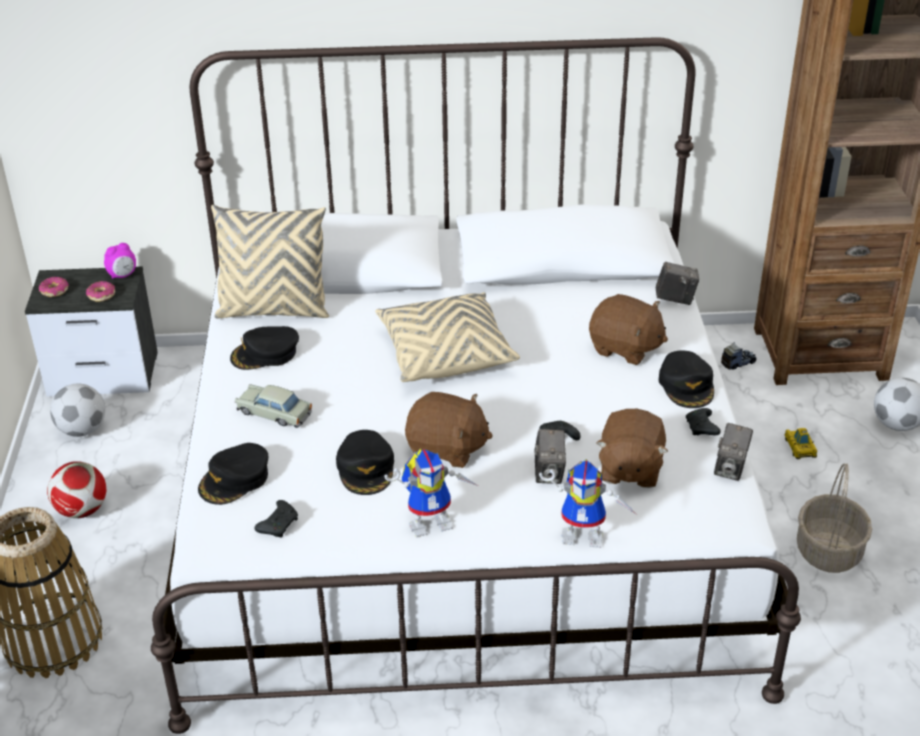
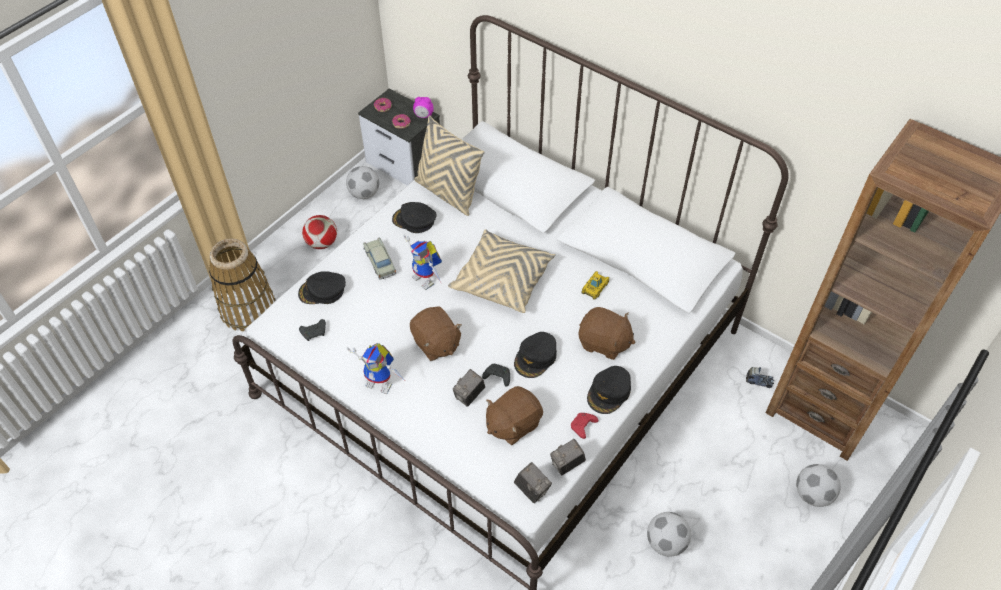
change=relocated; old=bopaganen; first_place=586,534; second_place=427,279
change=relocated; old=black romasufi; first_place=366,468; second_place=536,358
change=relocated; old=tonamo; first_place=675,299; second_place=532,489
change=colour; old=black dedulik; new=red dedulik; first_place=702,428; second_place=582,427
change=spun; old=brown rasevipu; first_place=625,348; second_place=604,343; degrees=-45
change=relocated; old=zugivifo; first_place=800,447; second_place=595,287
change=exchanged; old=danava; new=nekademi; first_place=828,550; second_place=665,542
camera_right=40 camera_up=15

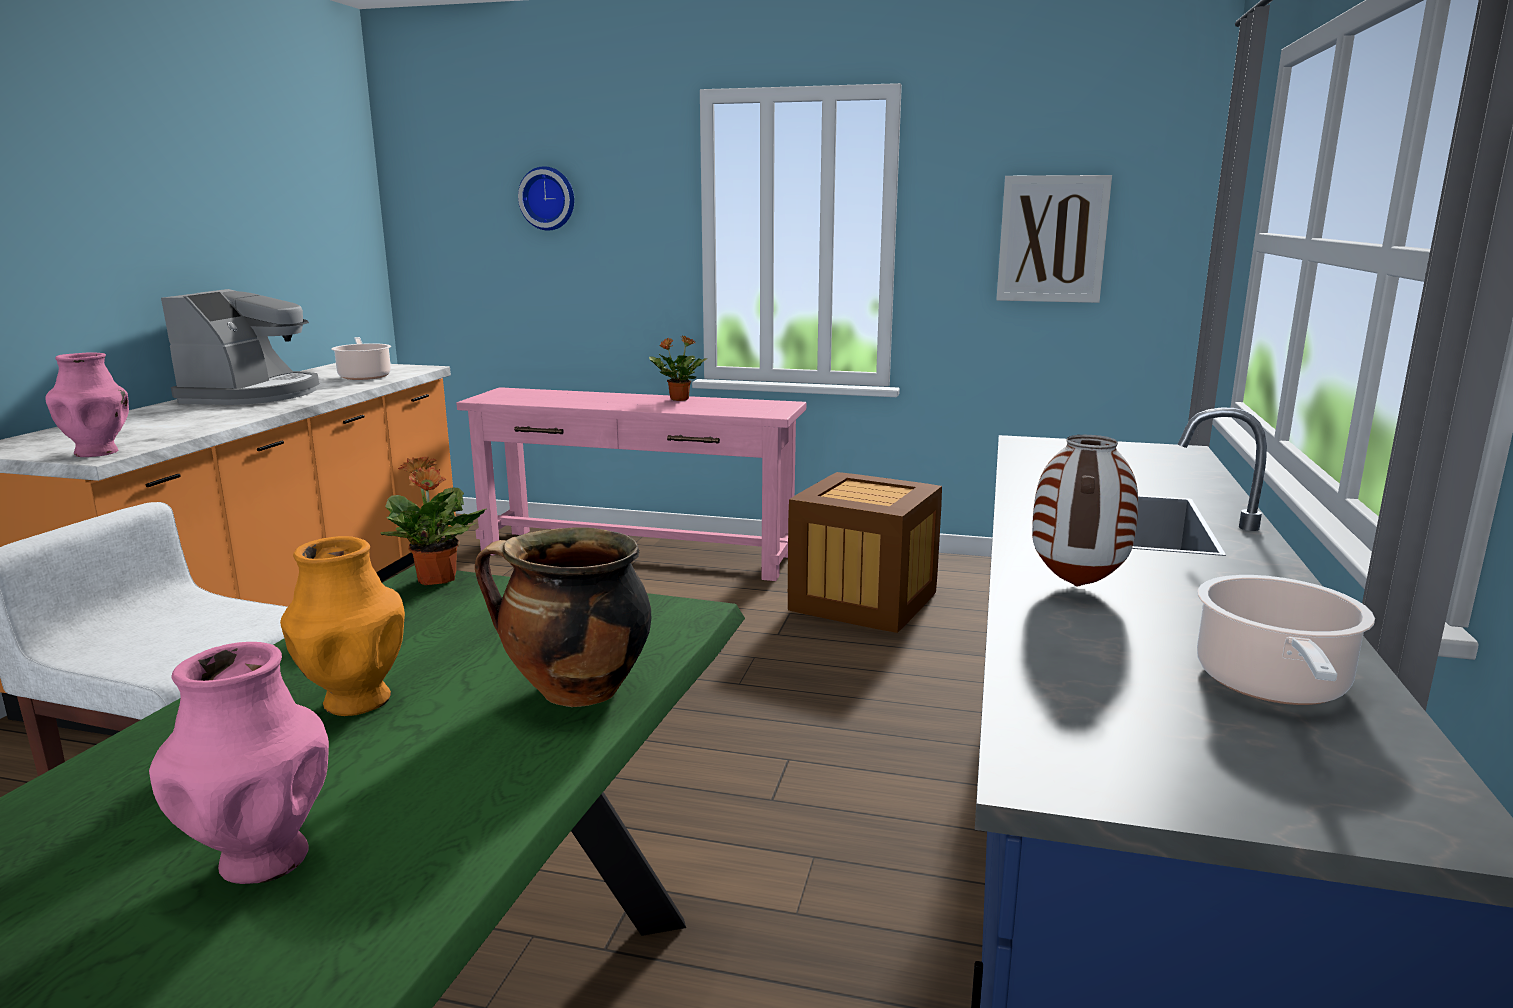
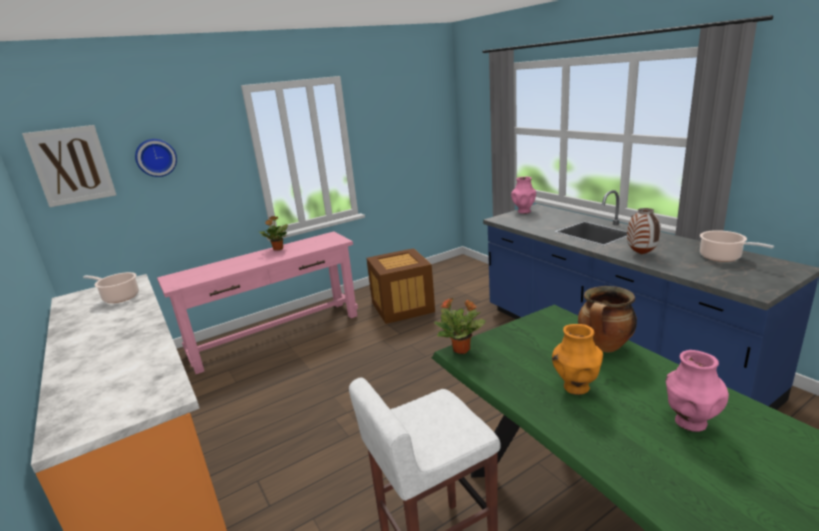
change=relocated; old=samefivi; first_place=1052,239; second_place=72,165
change=relocated; old=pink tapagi; first_place=98,452; second_place=524,211
change=missing; old=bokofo; first_place=253,395
camera_right=-45 camera_up=5

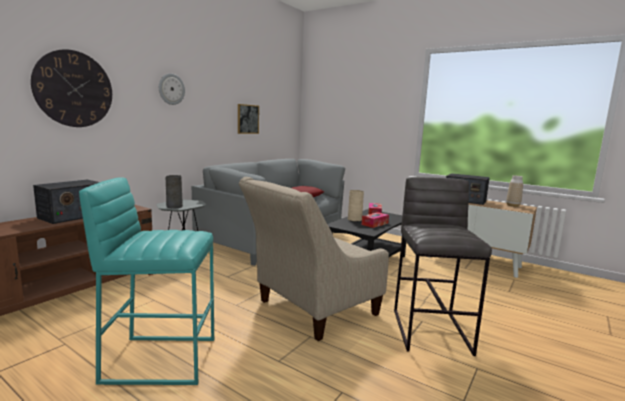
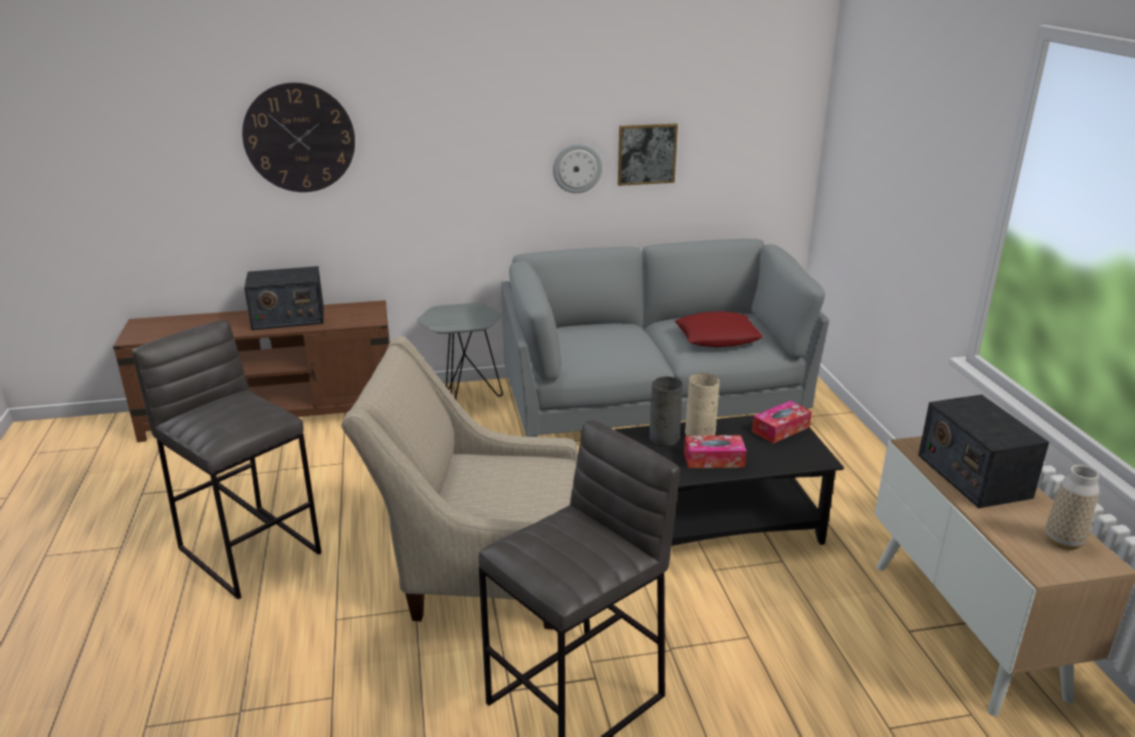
change=colour; old=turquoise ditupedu; new=grey ditupedu; first_place=160,359; second_place=250,549
change=relocated; old=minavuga; first_place=171,89; second_place=577,168
change=relocated; old=grey tapagi; first_place=174,206; second_place=664,438
camera_right=45 camera_up=15

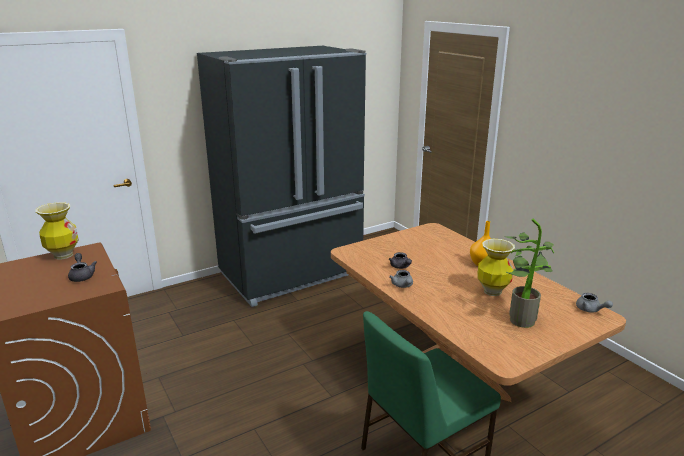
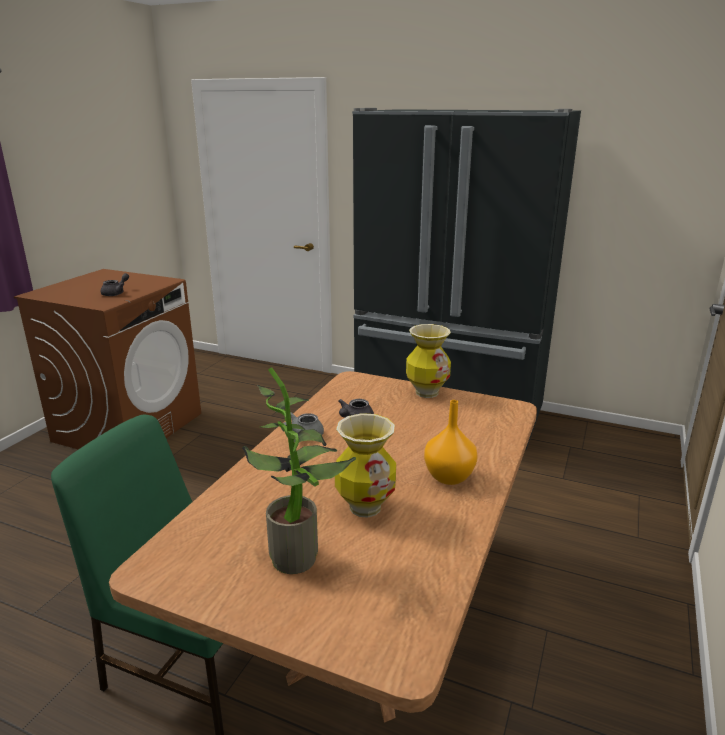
change=relocated; old=tapagi; first_place=63,255; second_place=426,392
change=missing; old=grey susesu; first_place=590,310
camera_right=55 camera_up=0

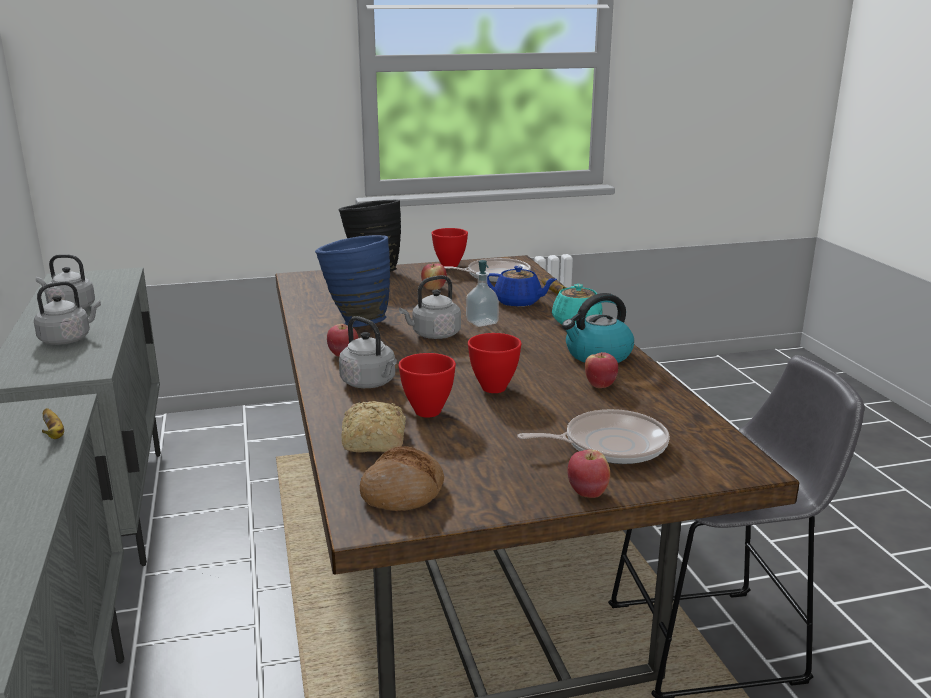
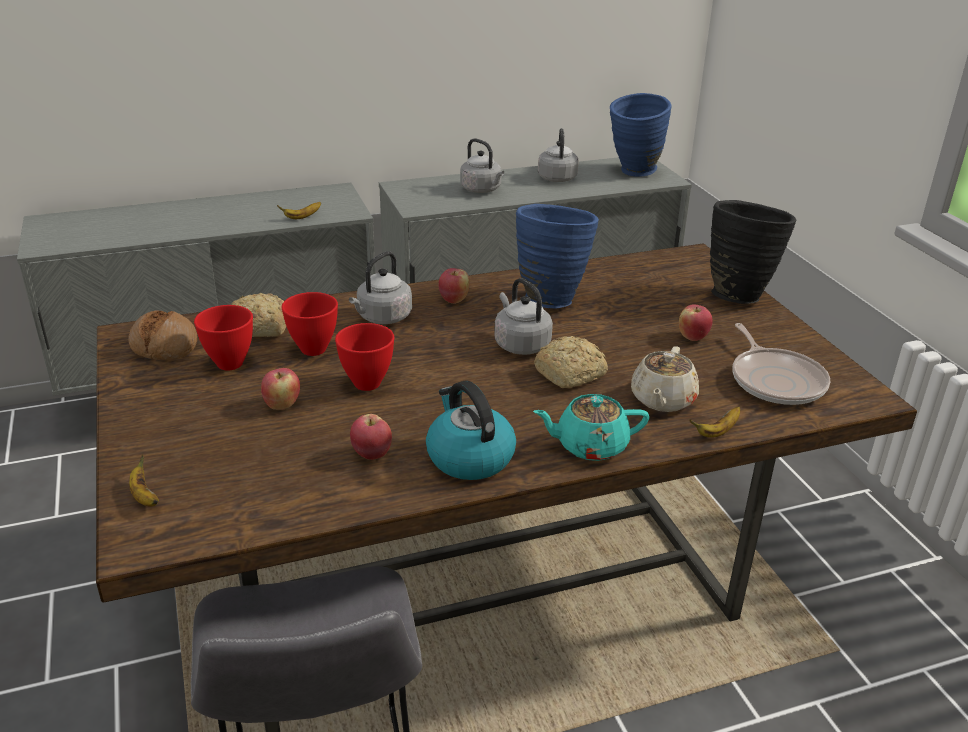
change=appeared; new=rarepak; second_place=144,496
change=relocated; old=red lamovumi; first_place=449,265; second_place=229,363
change=relocated; old=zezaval; first_place=587,492; second_place=282,405
change=exchanged; old=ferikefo; new=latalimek; first_place=482,322; second_place=571,373
change=appeared; new=blue tapagi; second_place=633,173
change=colour; old=blue susesu; new=beige susesu; first_place=518,302; second_place=662,400
change=missing; old=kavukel; first_place=609,445
camera_right=85 camera_up=10

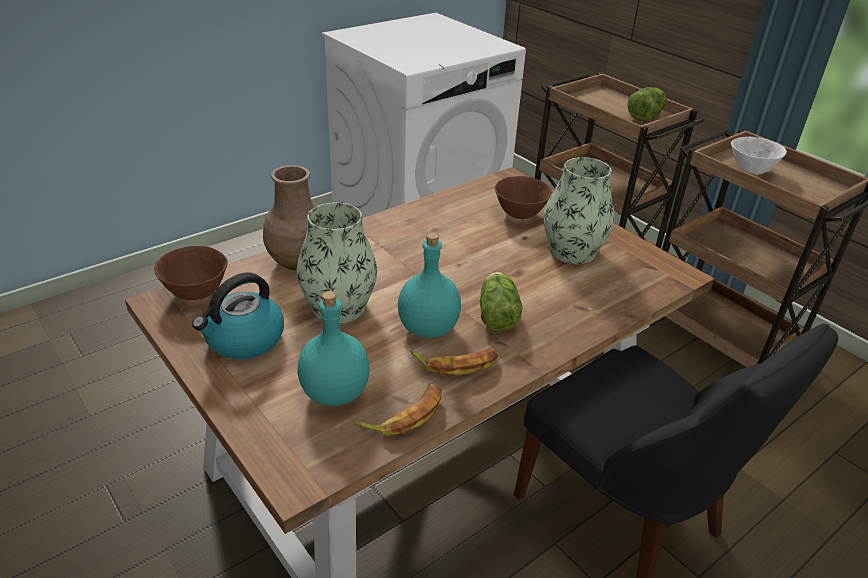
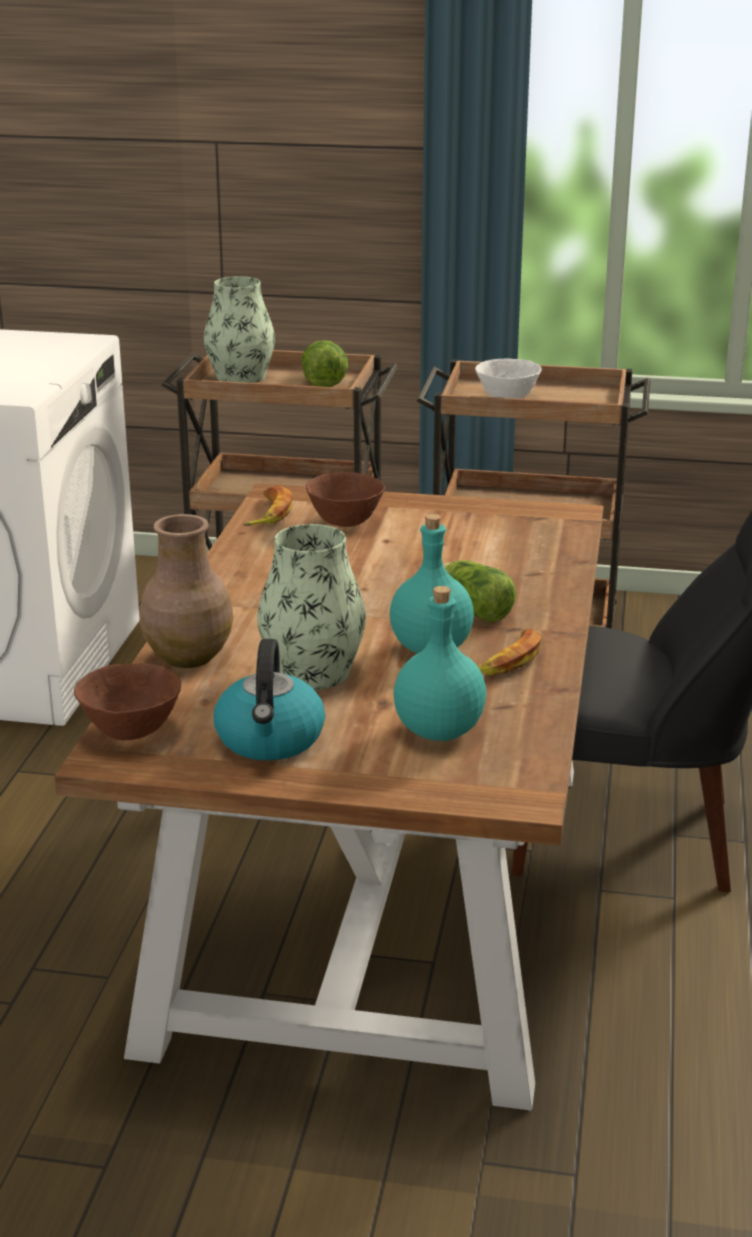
change=relocated; old=tapagi; first_place=572,251; second_place=241,377
change=relocated; old=rarepak; first_place=405,415; second_place=267,514
camera_right=-40 camera_up=-10

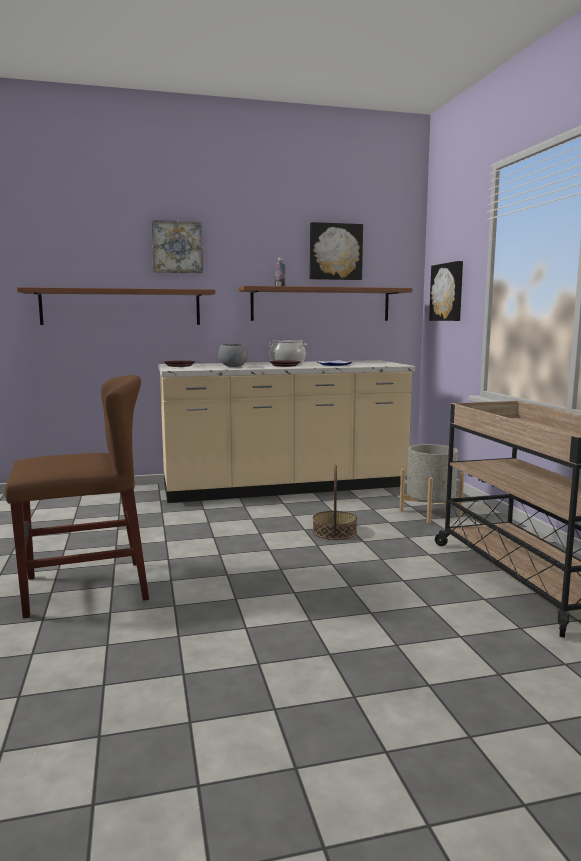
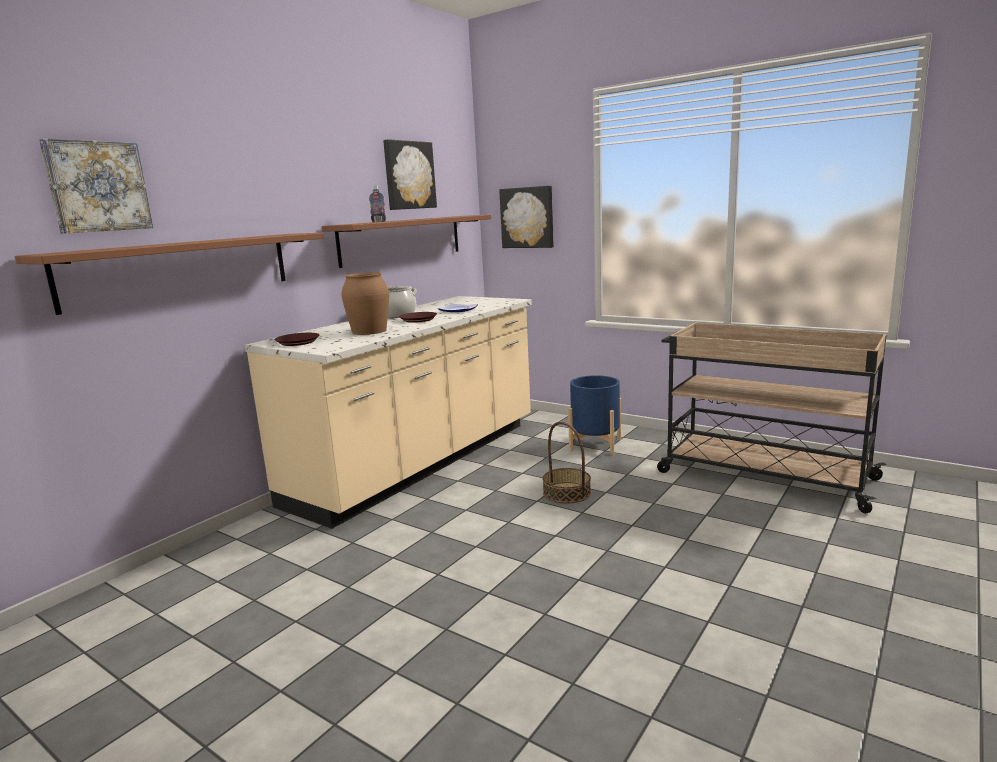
change=relocated; old=samefivi; first_place=177,247; second_place=97,186
change=exchanged; old=grey lamovumi; new=brown tapagi; first_place=233,366; second_place=369,331
change=colour; old=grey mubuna; new=blue mubuna; first_place=430,513; second_place=595,445
change=missing; old=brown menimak; first_place=85,588
camera_right=-40 camera_up=5

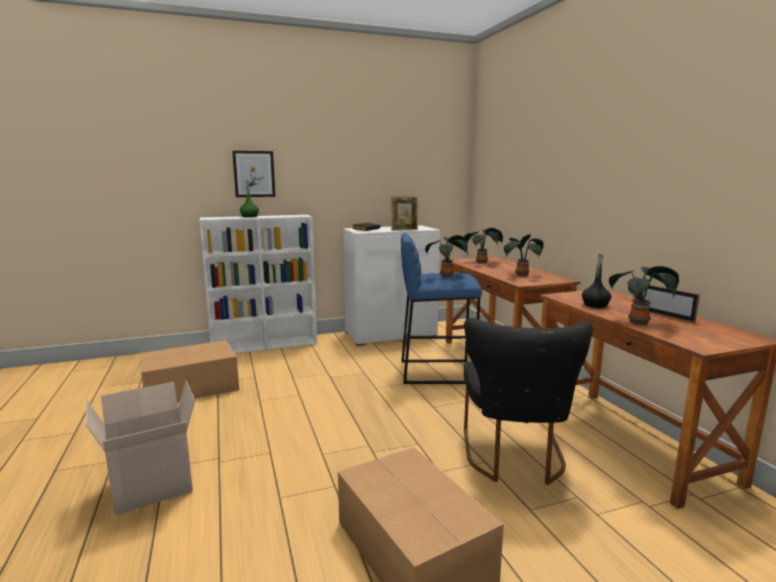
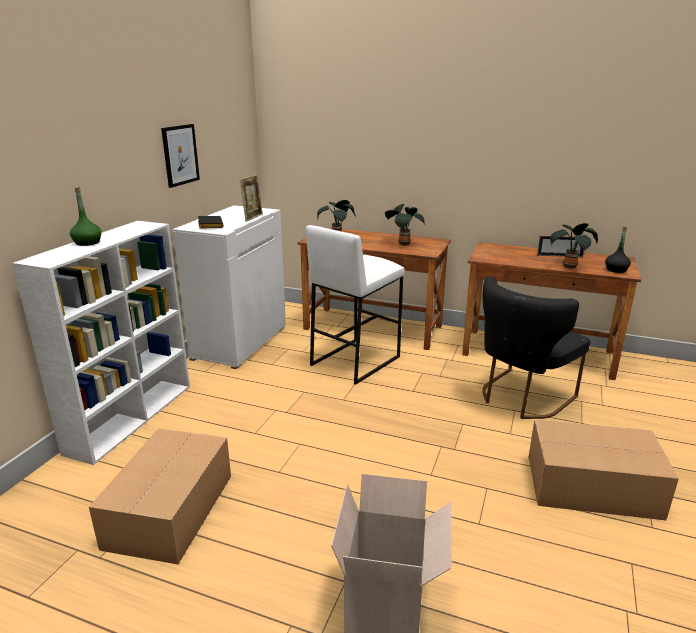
change=relocated; old=samefivi; first_place=254,174; second_place=180,155
change=colour; old=blue ditupedu; new=white ditupedu; first_place=436,371; second_place=354,360
change=spun; old=black menimak; first_place=514,458; second_place=521,398; degrees=90
change=relocated; old=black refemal; first_place=595,305; second_place=616,270
change=missing; old=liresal; first_place=447,276
camera_right=-50 camera_up=10

